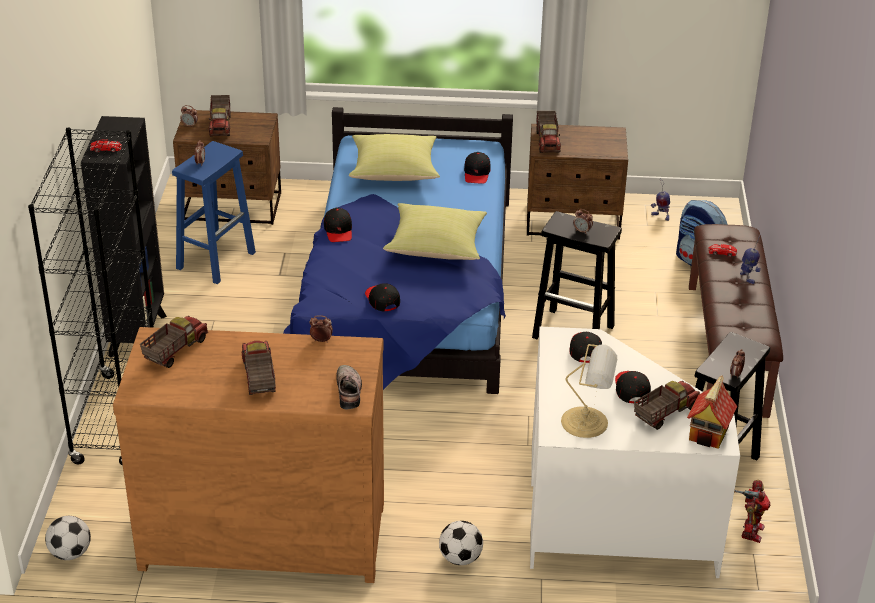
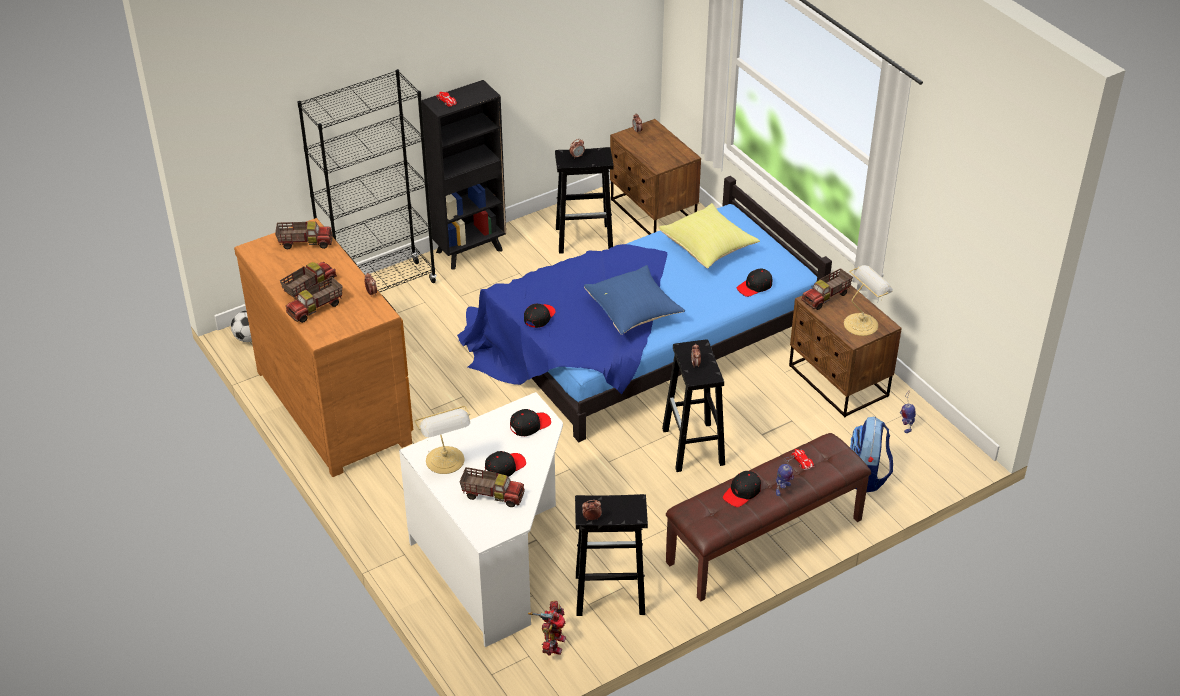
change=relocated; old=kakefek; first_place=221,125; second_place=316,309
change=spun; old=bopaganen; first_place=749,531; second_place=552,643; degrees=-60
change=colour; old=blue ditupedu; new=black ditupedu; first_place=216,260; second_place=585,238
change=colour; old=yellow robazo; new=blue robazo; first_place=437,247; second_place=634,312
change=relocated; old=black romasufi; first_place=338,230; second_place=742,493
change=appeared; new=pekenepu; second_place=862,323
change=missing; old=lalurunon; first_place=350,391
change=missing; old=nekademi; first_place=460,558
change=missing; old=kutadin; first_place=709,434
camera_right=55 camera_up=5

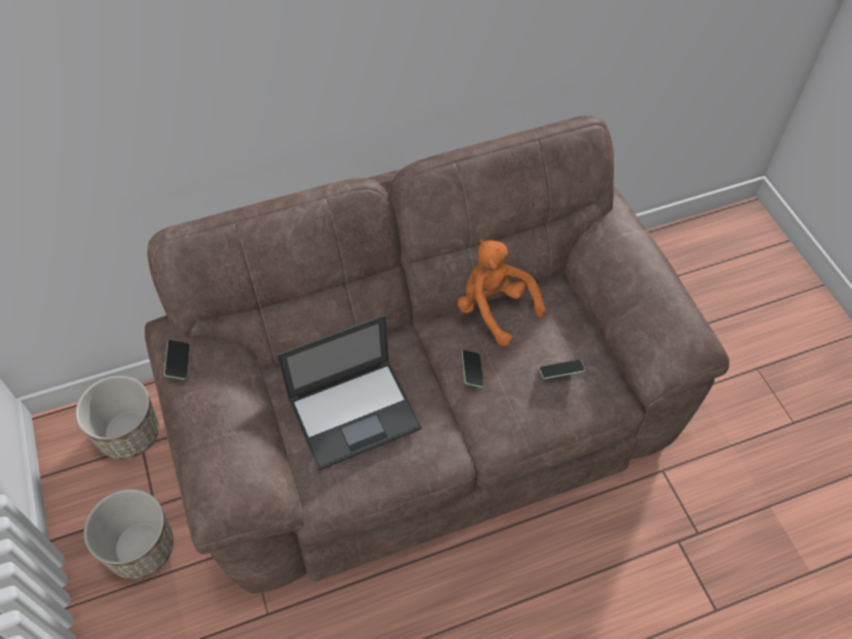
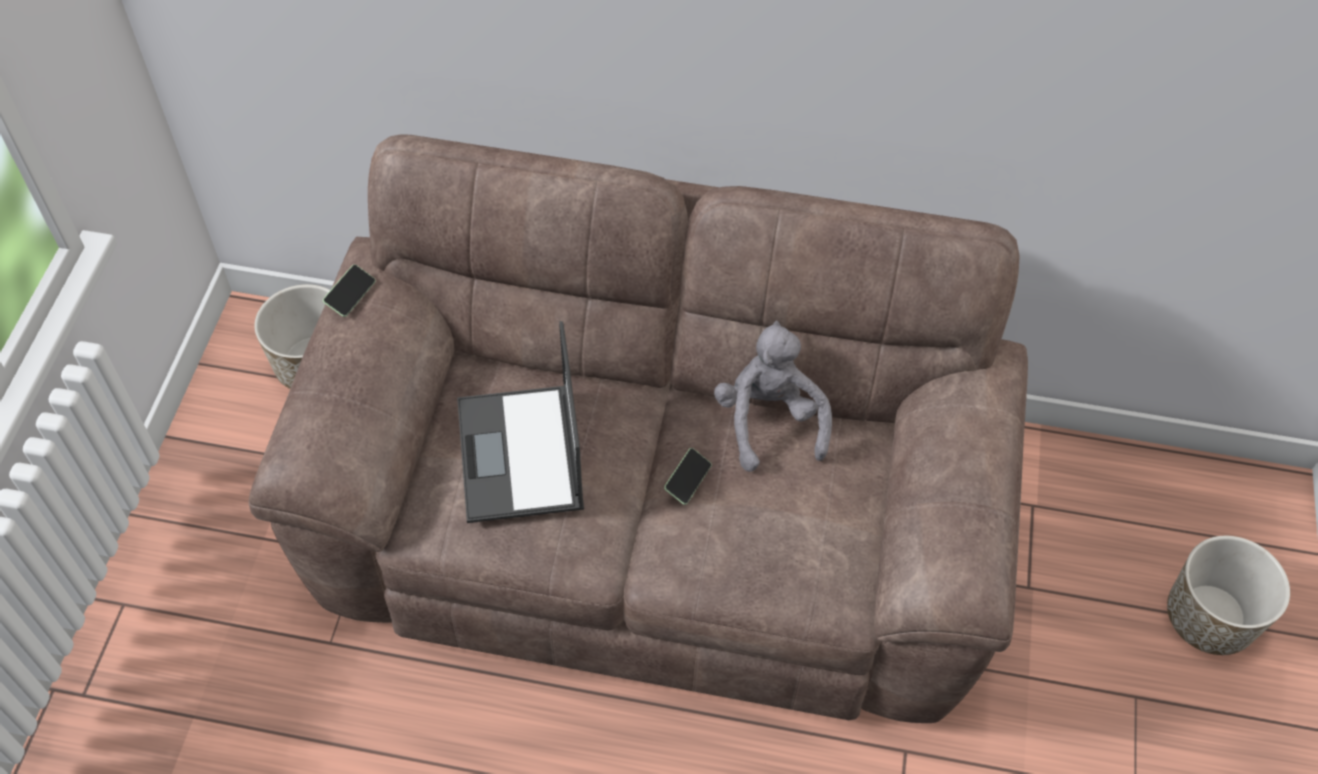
change=spun; old=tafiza; first_place=355,412; second_place=520,456; degrees=75
change=colour; old=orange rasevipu; new=grey rasevipu; first_place=494,309; second_place=769,421
change=relocated; old=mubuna; first_place=141,548; second_place=1209,618
change=missing; old=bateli; first_place=561,372
camera_right=30 camera_up=0

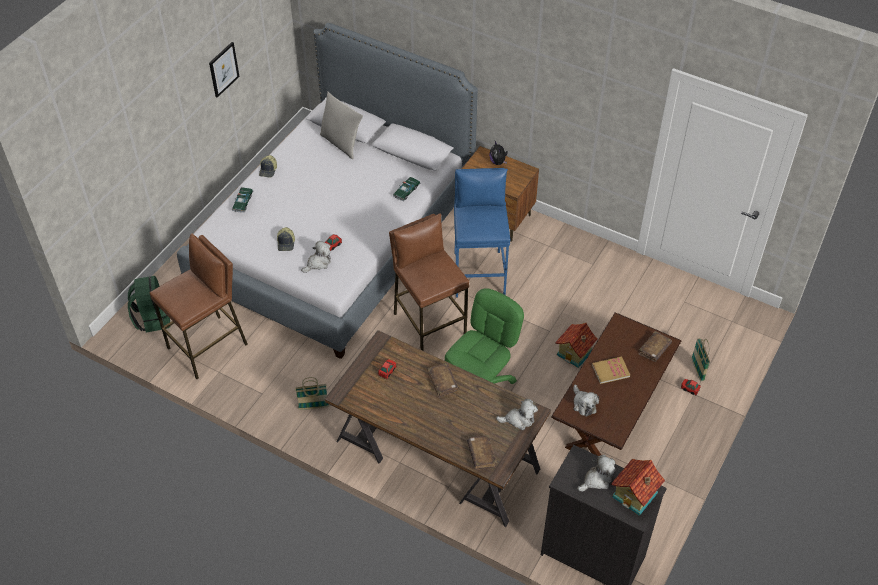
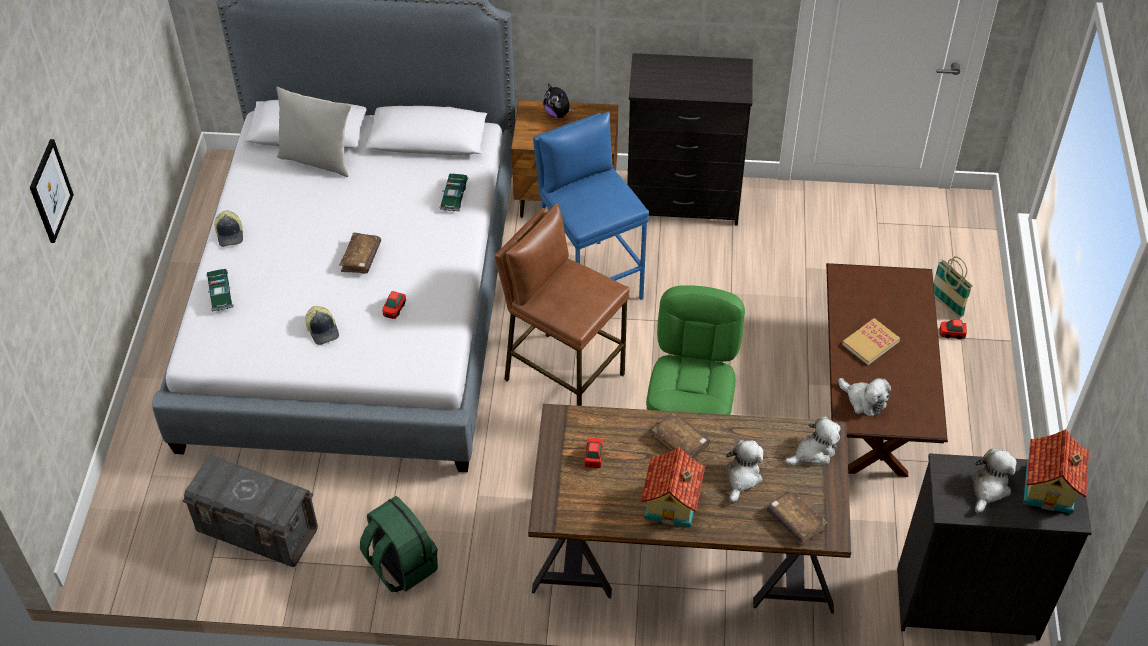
change=relocated; old=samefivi; first_place=223,69; second_place=50,191
change=exchanged; old=brown ditupedu; new=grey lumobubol; first_place=208,346; second_place=258,531
change=relocated; old=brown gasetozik; first_place=654,349; second_place=361,258
change=relocated; old=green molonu; first_place=153,318; second_place=400,565
change=appeared; new=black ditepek; second_place=684,202
change=relocated; old=kutadin; first_place=575,353; second_place=673,504
change=relocated; old=rasevipu; first_place=318,263; second_place=742,477
change=missing; old=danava; first_place=314,407
camera_right=-25 camera_up=0

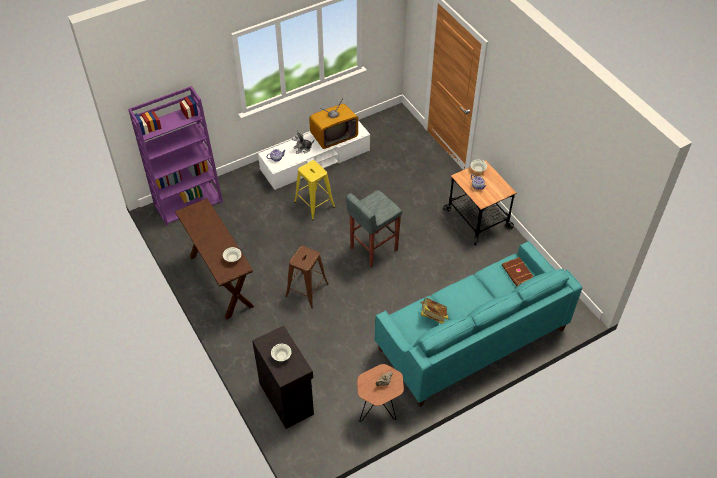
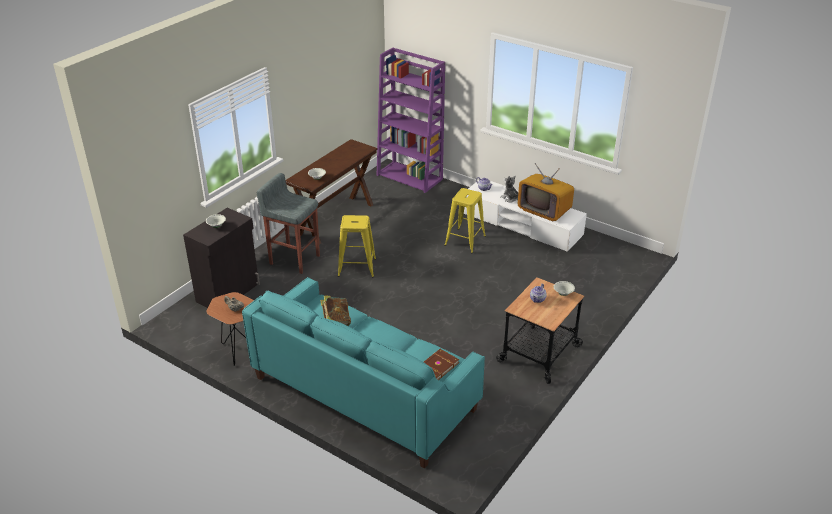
change=relocated; old=grey ditupedu; first_place=373,249; second_place=294,259
change=colour; old=brown ditupedu; new=yellow ditupedu; first_place=307,290; second_place=357,267
camera_right=65 camera_up=-15

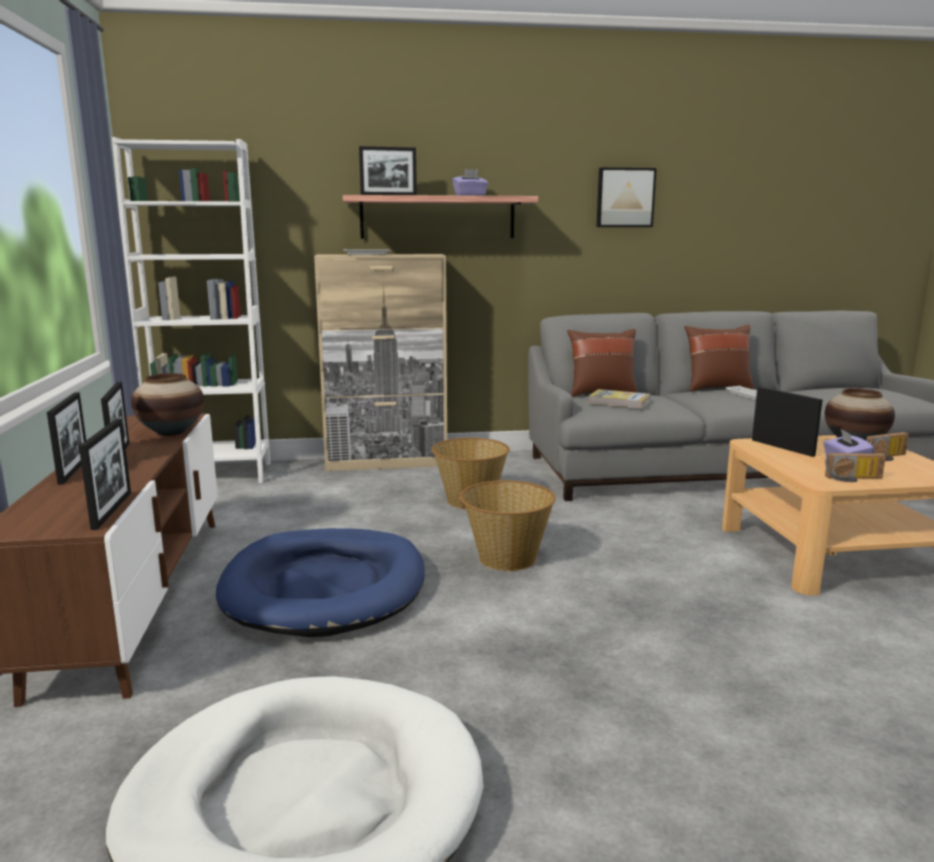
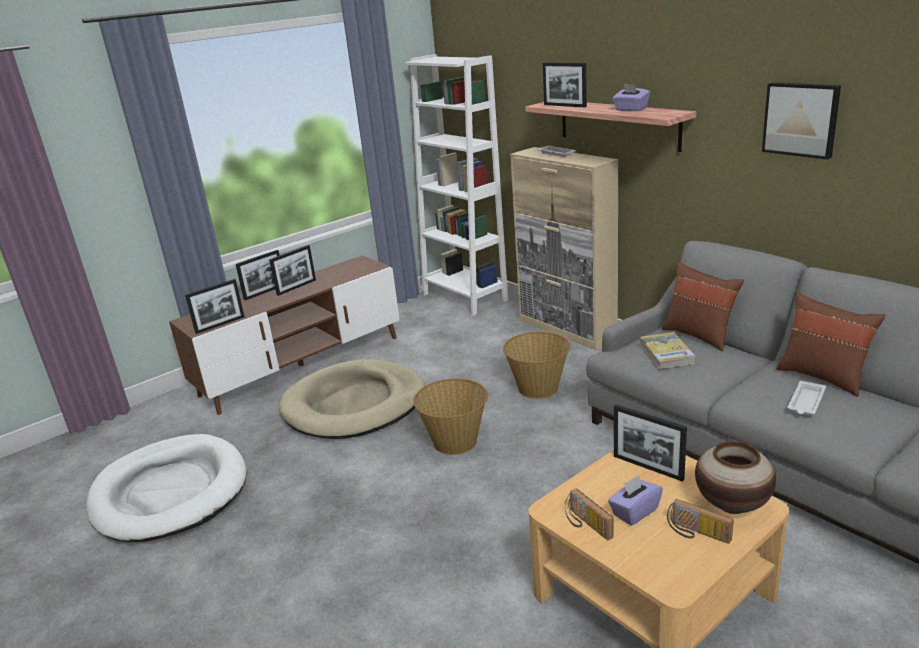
change=colour; old=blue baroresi; new=beige baroresi; first_place=325,587; second_place=354,404
change=spun; old=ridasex; first_place=782,448; second_place=648,467; degrees=105
change=missing; old=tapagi; first_place=171,432
camera_right=60 camera_up=10

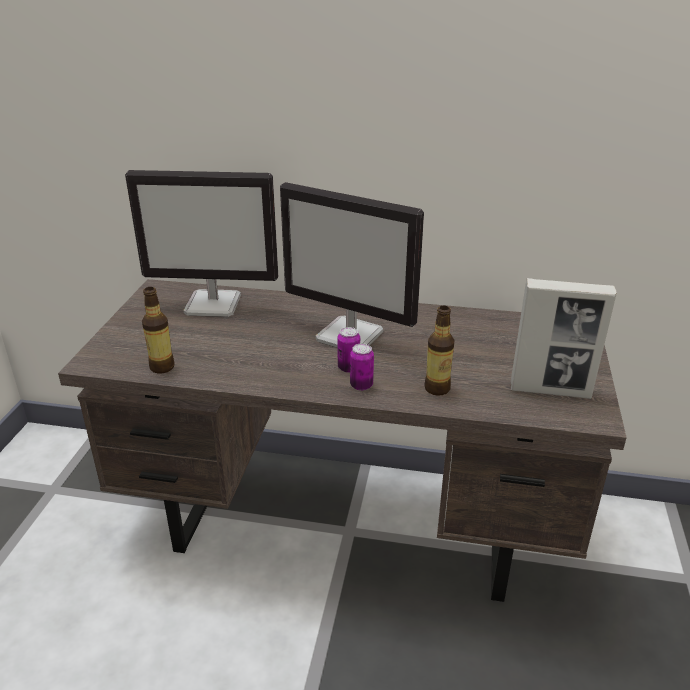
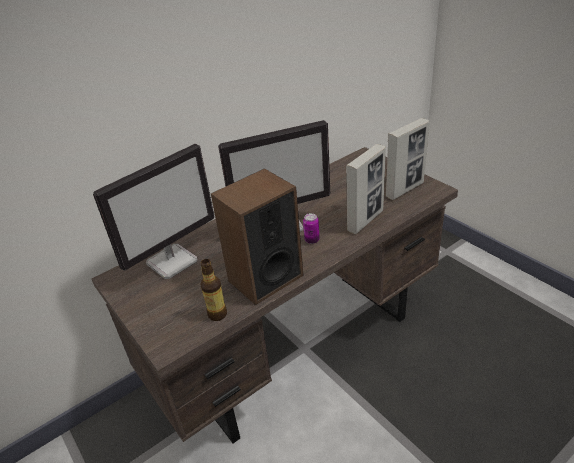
change=appeared; new=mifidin; second_place=265,278
change=exchanged; old=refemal; new=ridasex; first_place=437,388; second_place=365,220
change=missing; old=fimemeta; first_place=361,385
camera_right=-45 camera_up=5

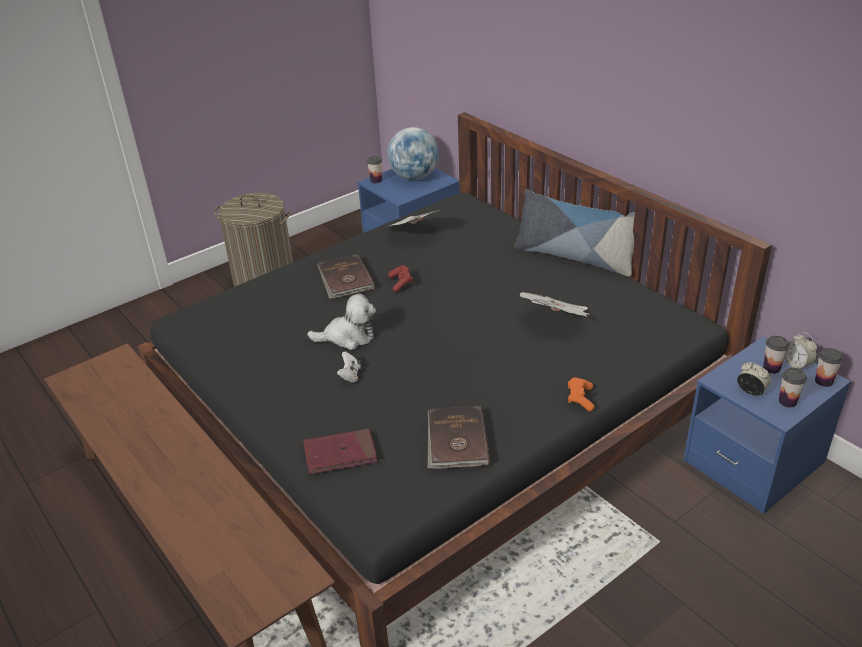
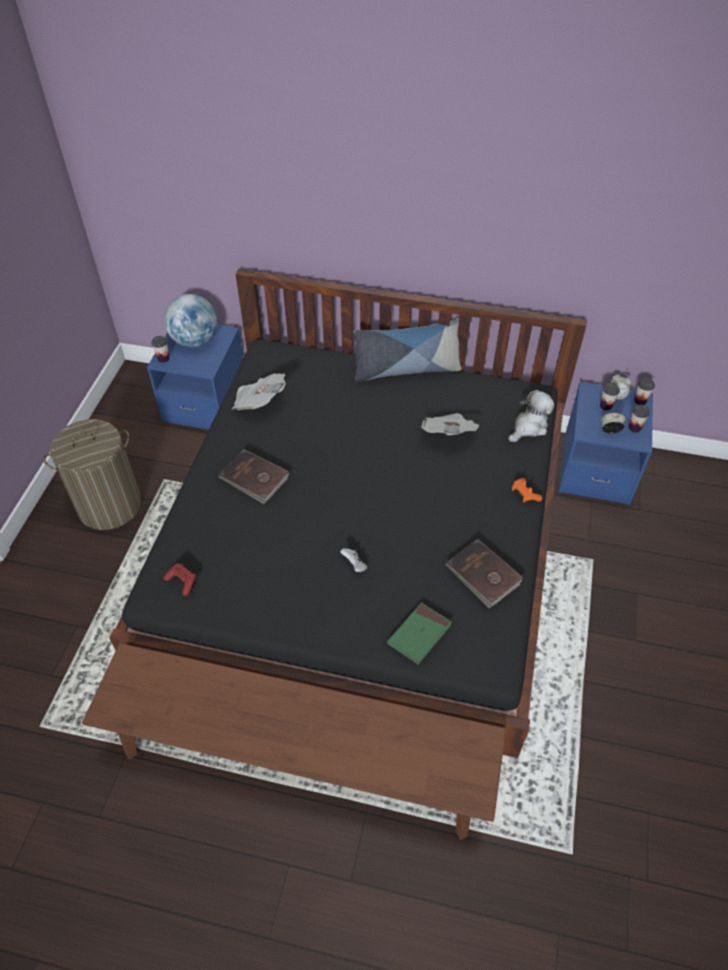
change=relocated; old=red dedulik; first_place=401,283; second_place=182,582
change=colour; old=red gasetozik; new=green gasetozik; first_place=340,454; second_place=419,634
change=relocated; old=rasevipu; first_place=348,337; second_place=529,426
camera_right=-40 camera_up=15

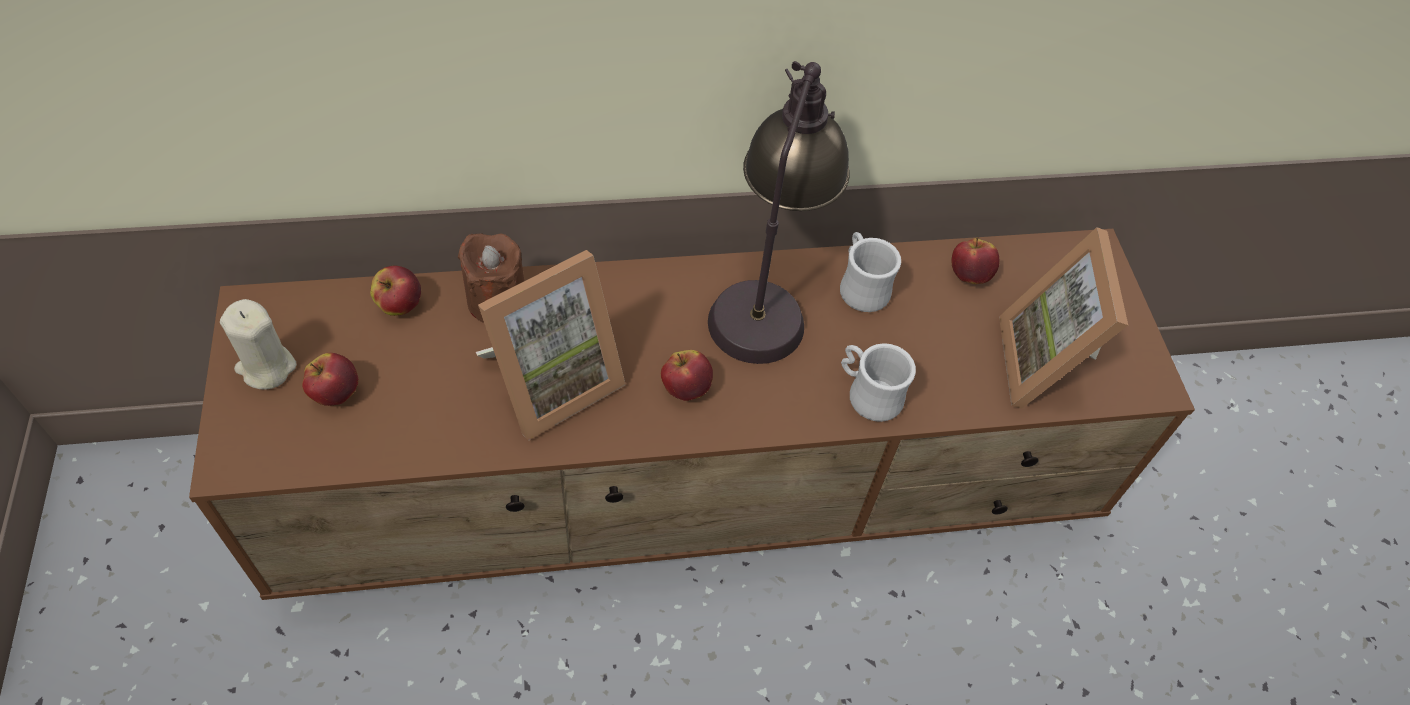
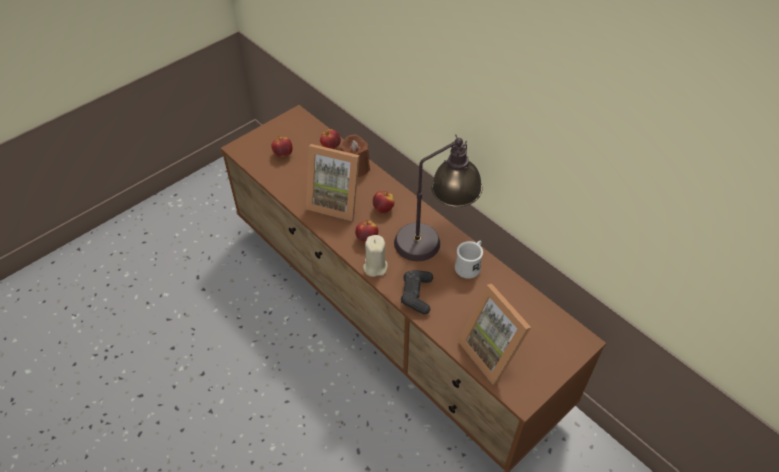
change=relocated; old=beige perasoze; first_place=266,367; second_place=375,267
change=relocated; old=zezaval; first_place=969,275; second_place=383,208
change=exchanged; old=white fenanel; new=black dedulik; first_place=868,394; second_place=416,295
change=spun; old=ridasex; first_place=1049,364; second_place=494,351; degrees=-90
camera_right=60 camera_up=-5

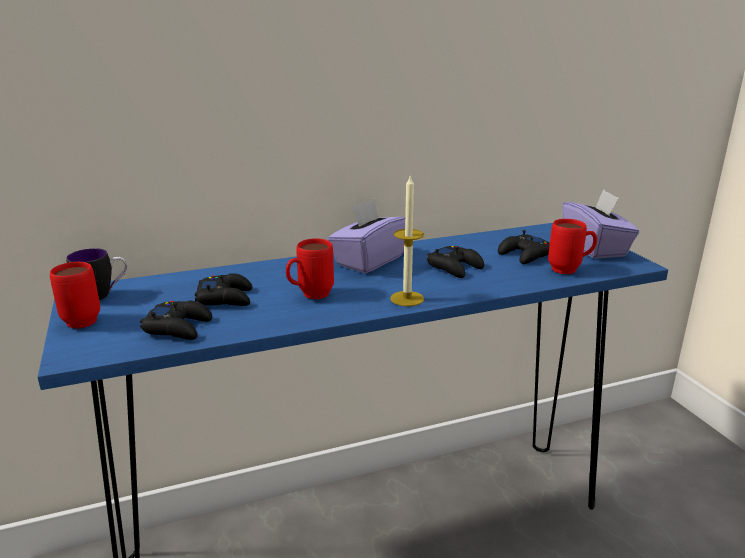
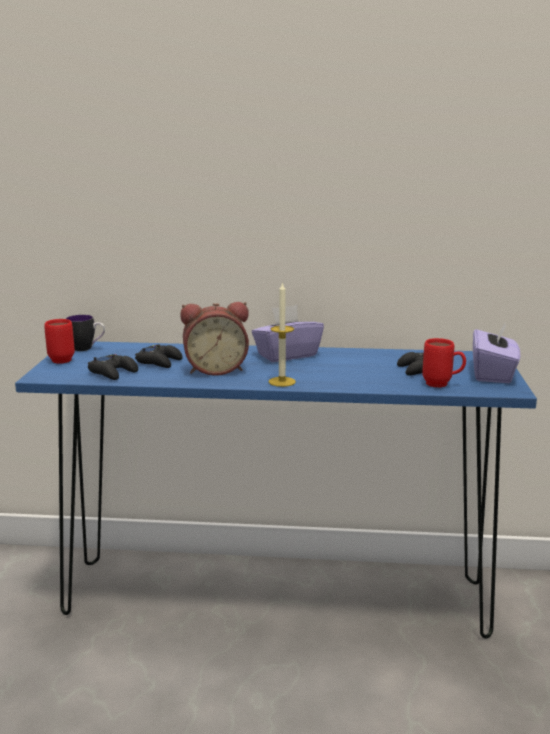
change=exchanged; old=red fenanel; new=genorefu; first_place=309,296; second_place=215,369
change=missing; old=black dedulik; first_place=455,267
camera_right=25 camera_up=-5

